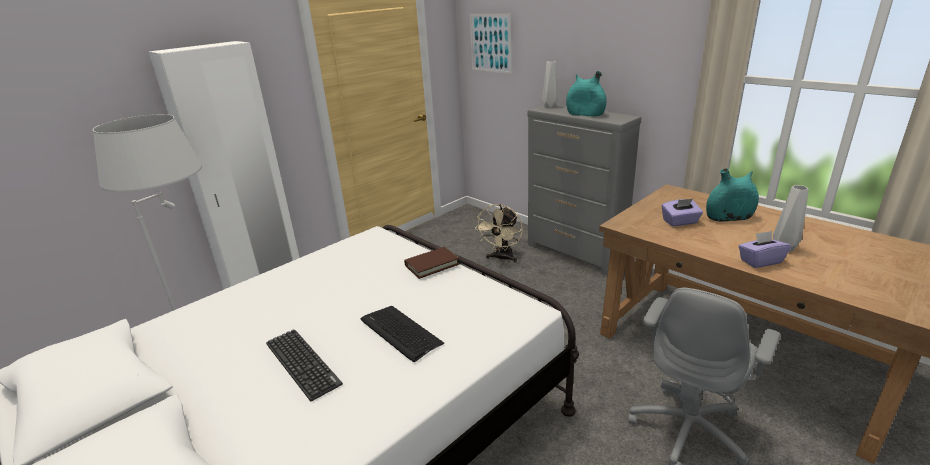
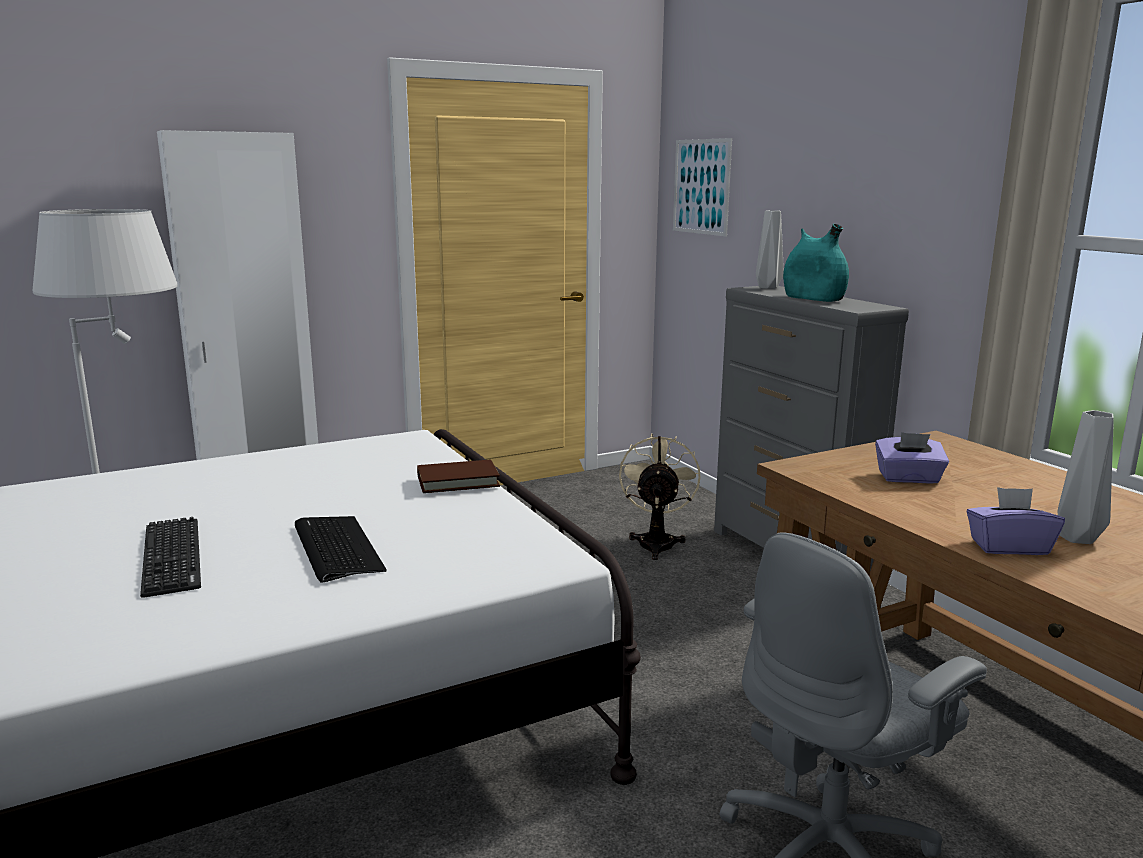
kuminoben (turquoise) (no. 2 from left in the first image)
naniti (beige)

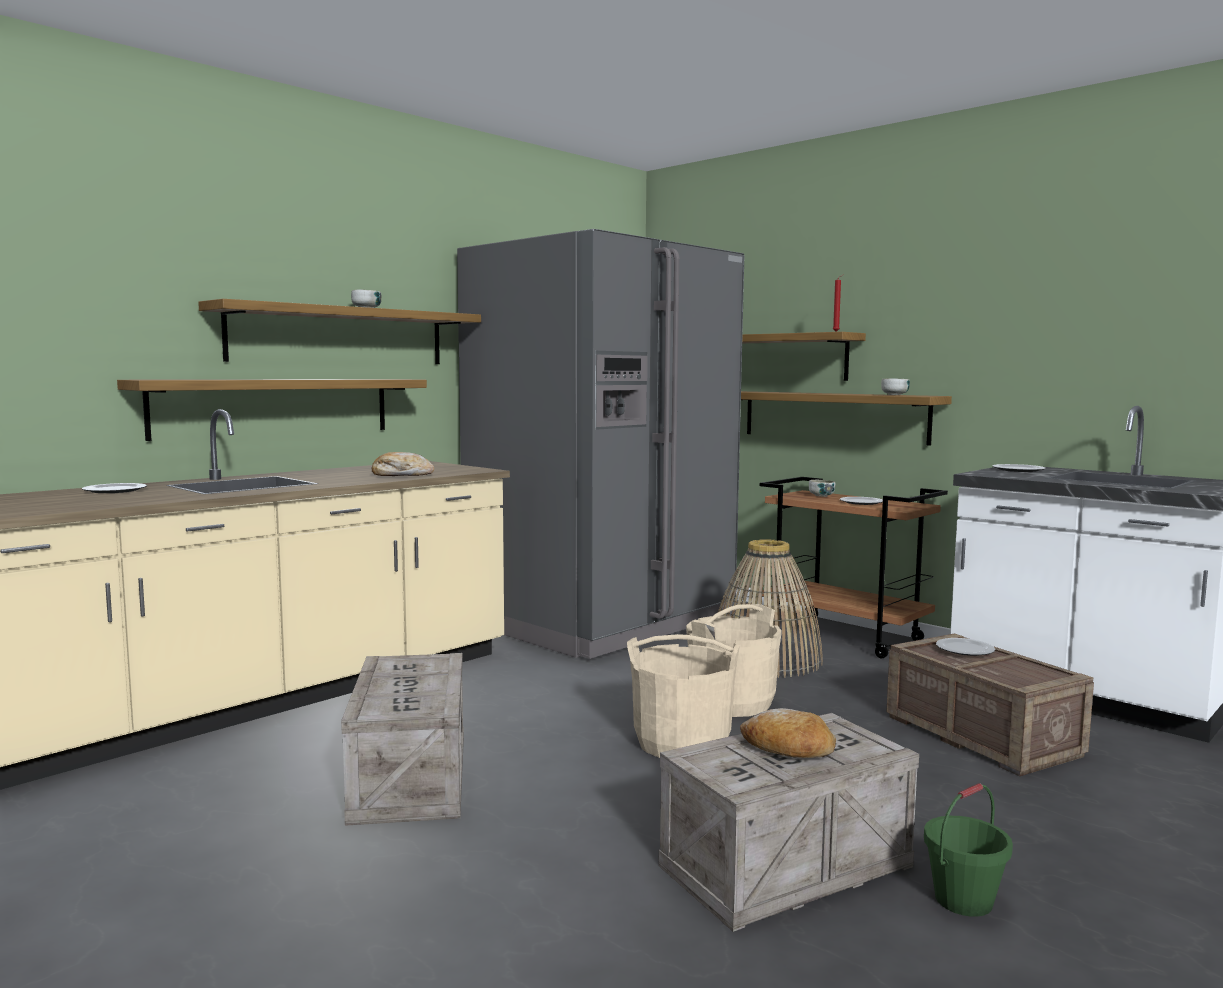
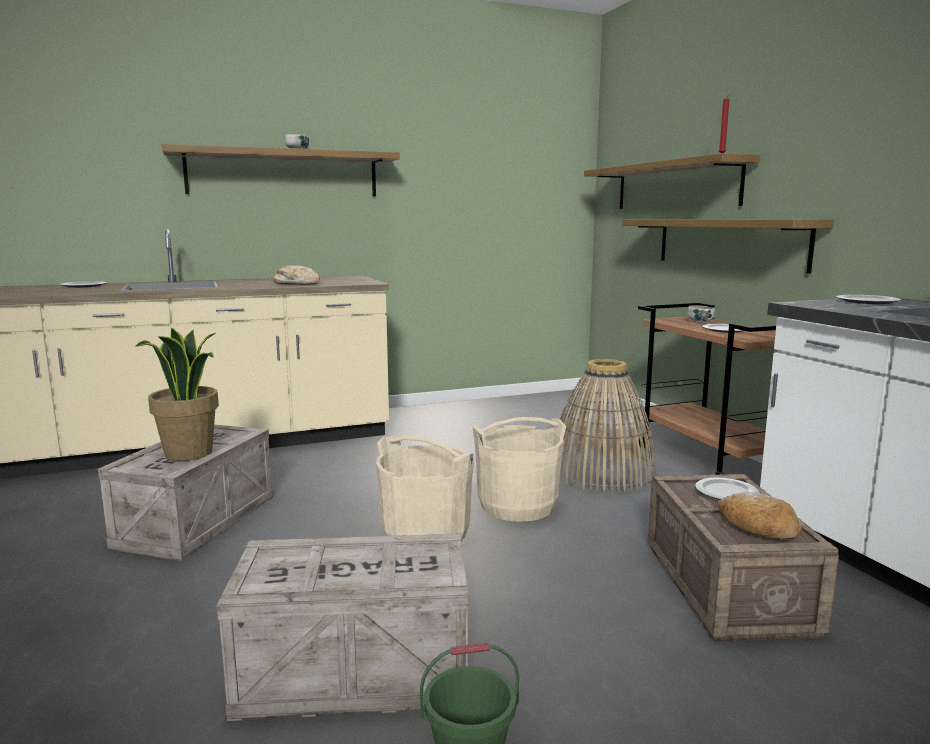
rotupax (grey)
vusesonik (no. 3 from left in the first image)
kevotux (no. 1 from left in the first image)
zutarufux (no. 2 from left)
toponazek

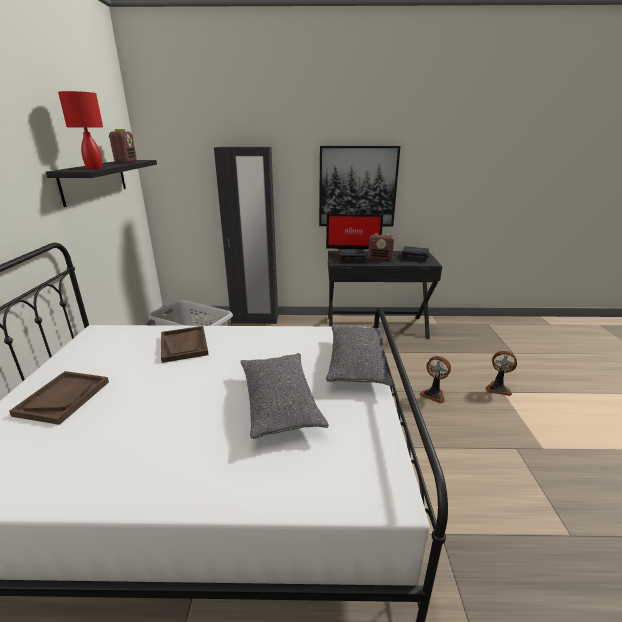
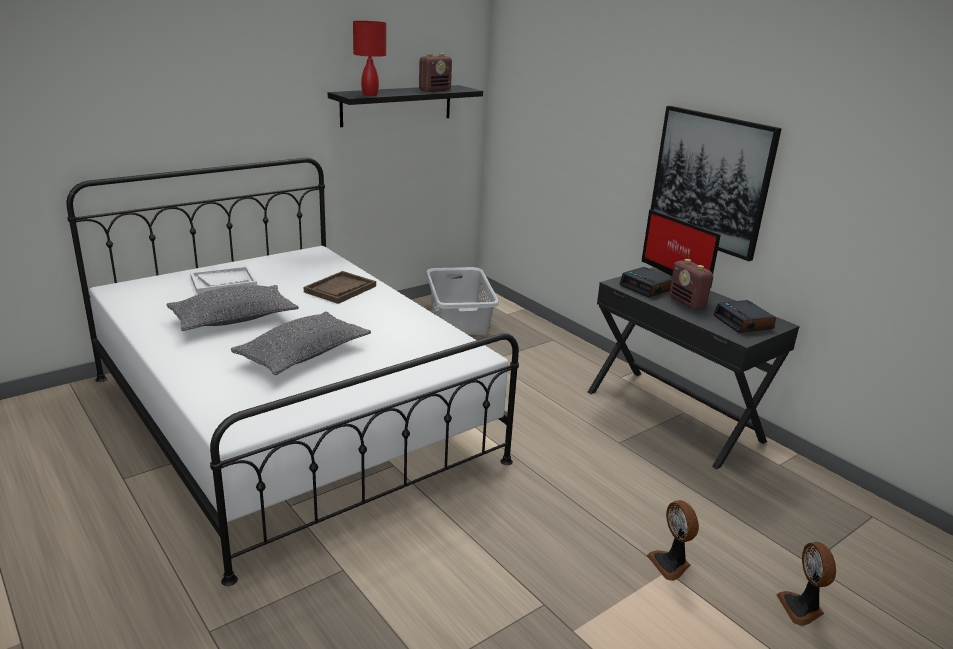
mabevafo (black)
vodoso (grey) (no. 1 from left)
naniti (no. 2 from left)
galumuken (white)

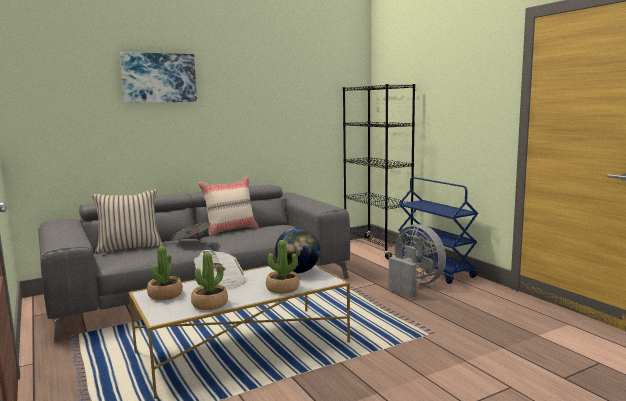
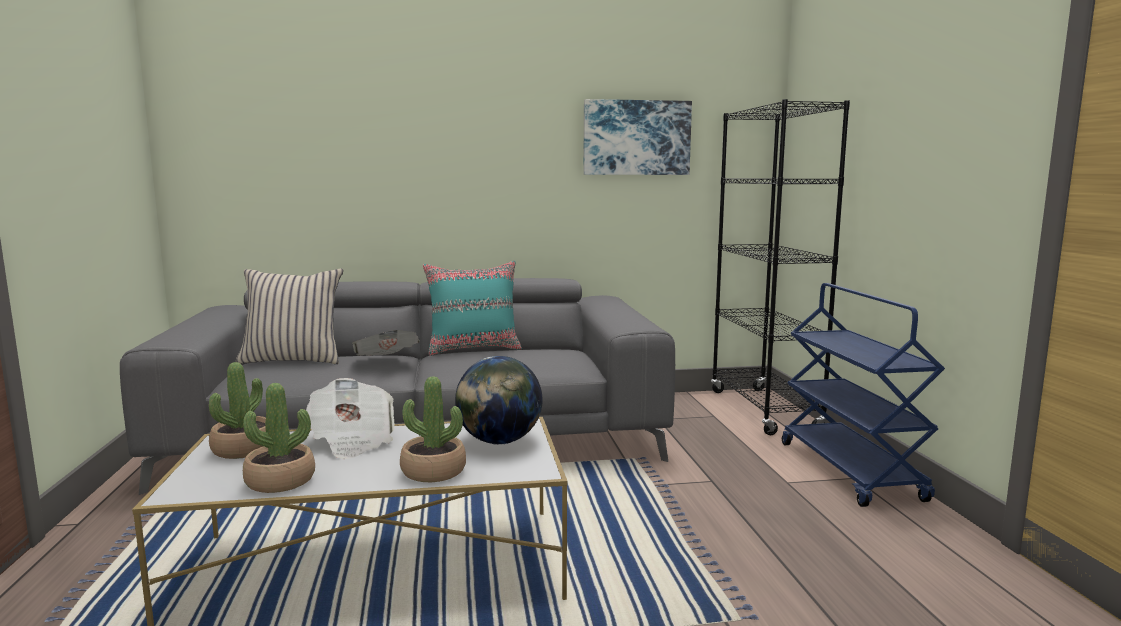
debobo
vodoso (turquoise)
naniti (grey)

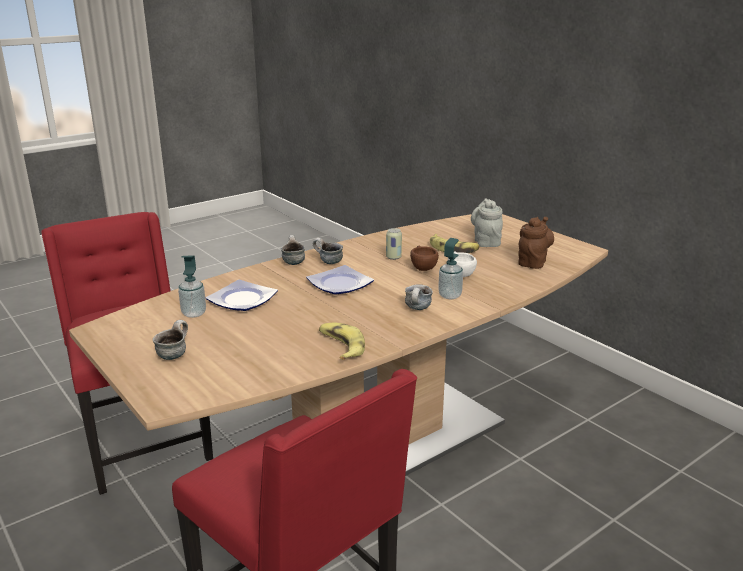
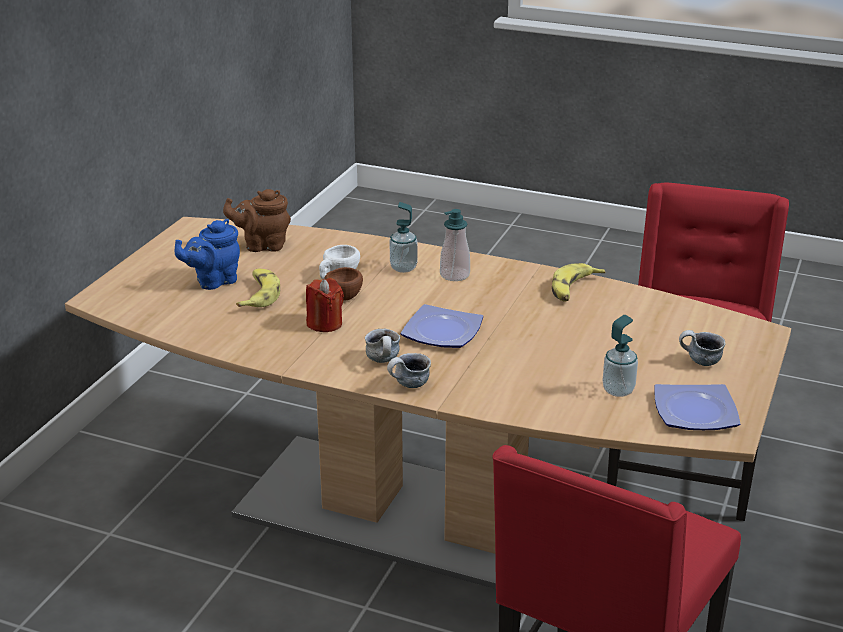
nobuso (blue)
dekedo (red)
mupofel (no. 2 from left)
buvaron (no. 2 from left)

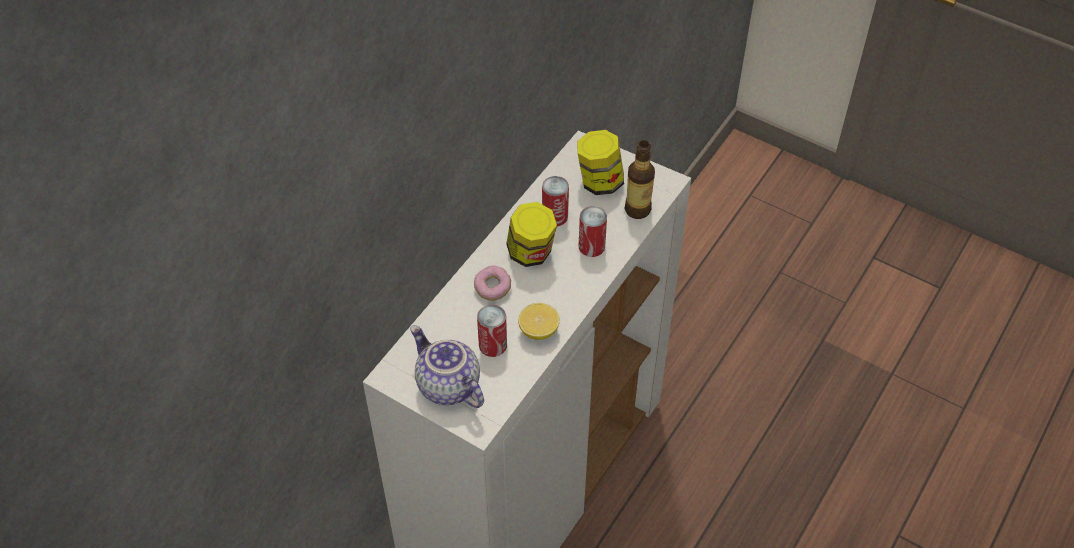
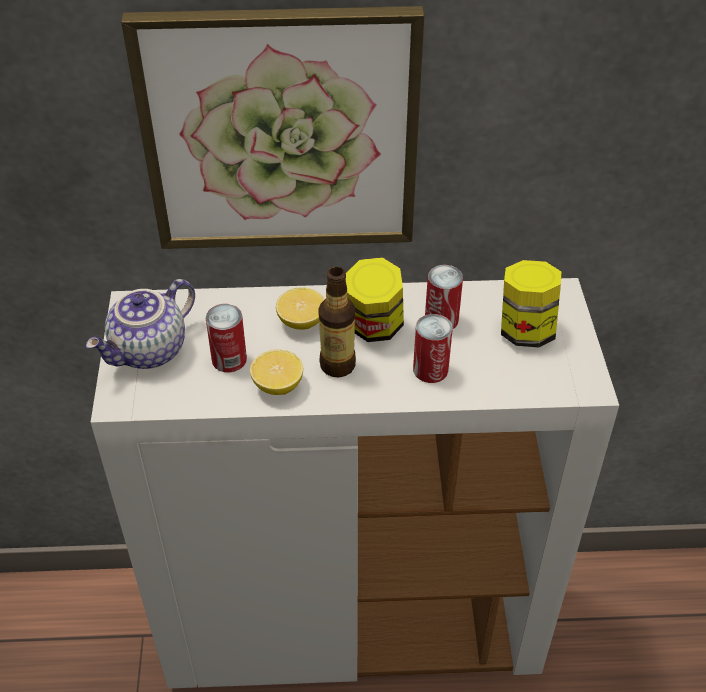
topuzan
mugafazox (no. 2 from left)
nobuso
debobo

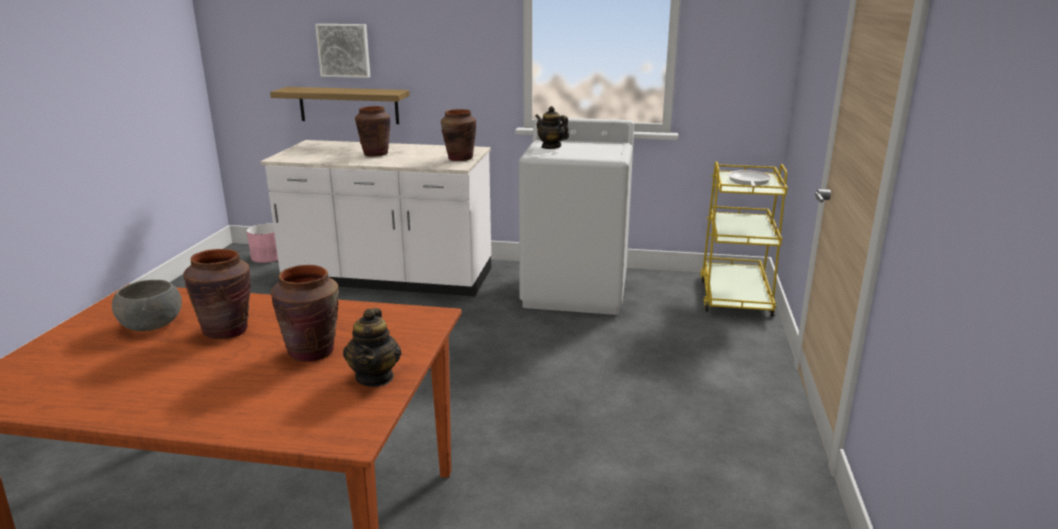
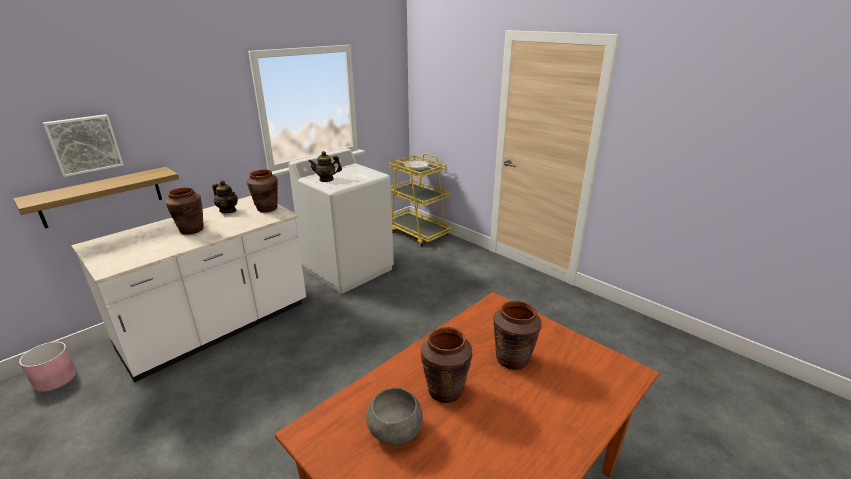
nobuso (no. 1 from left)

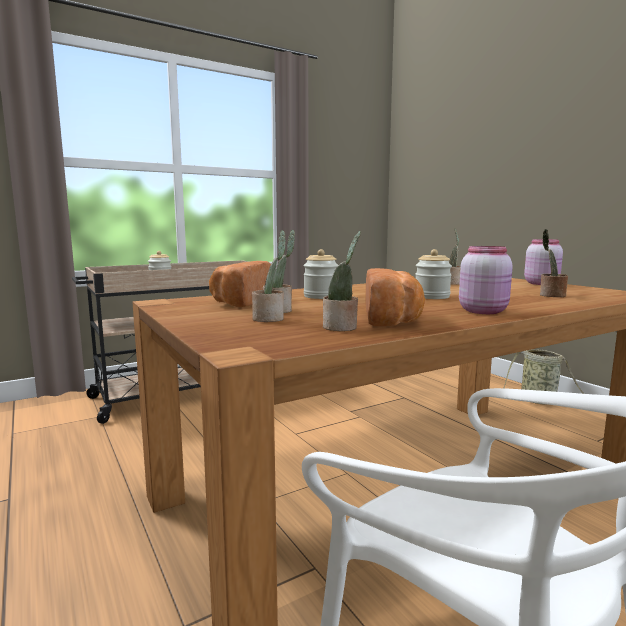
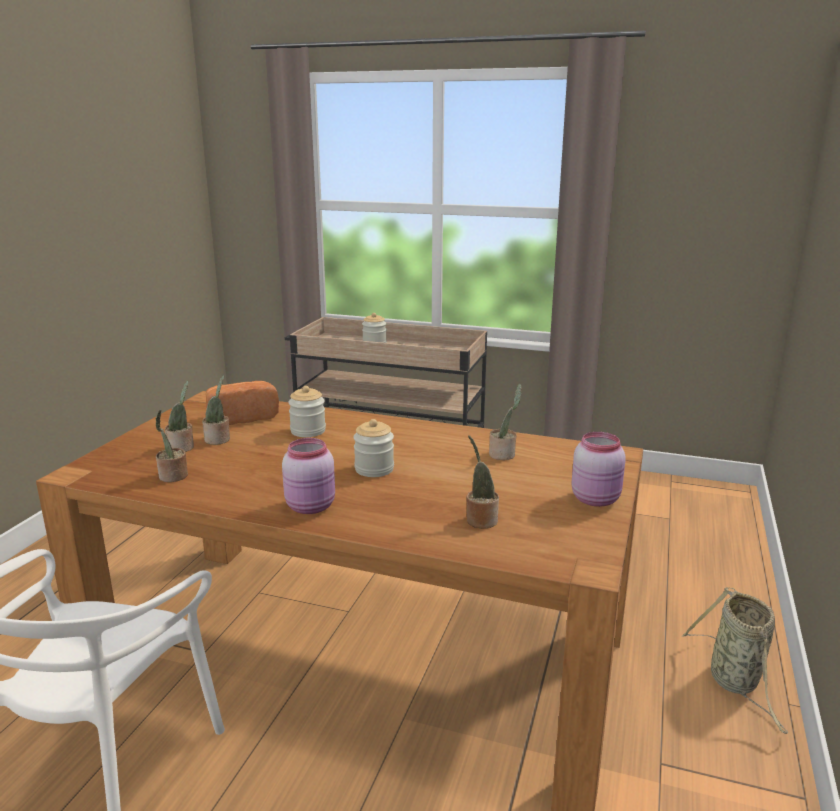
zutarufux (no. 2 from left in the first image)

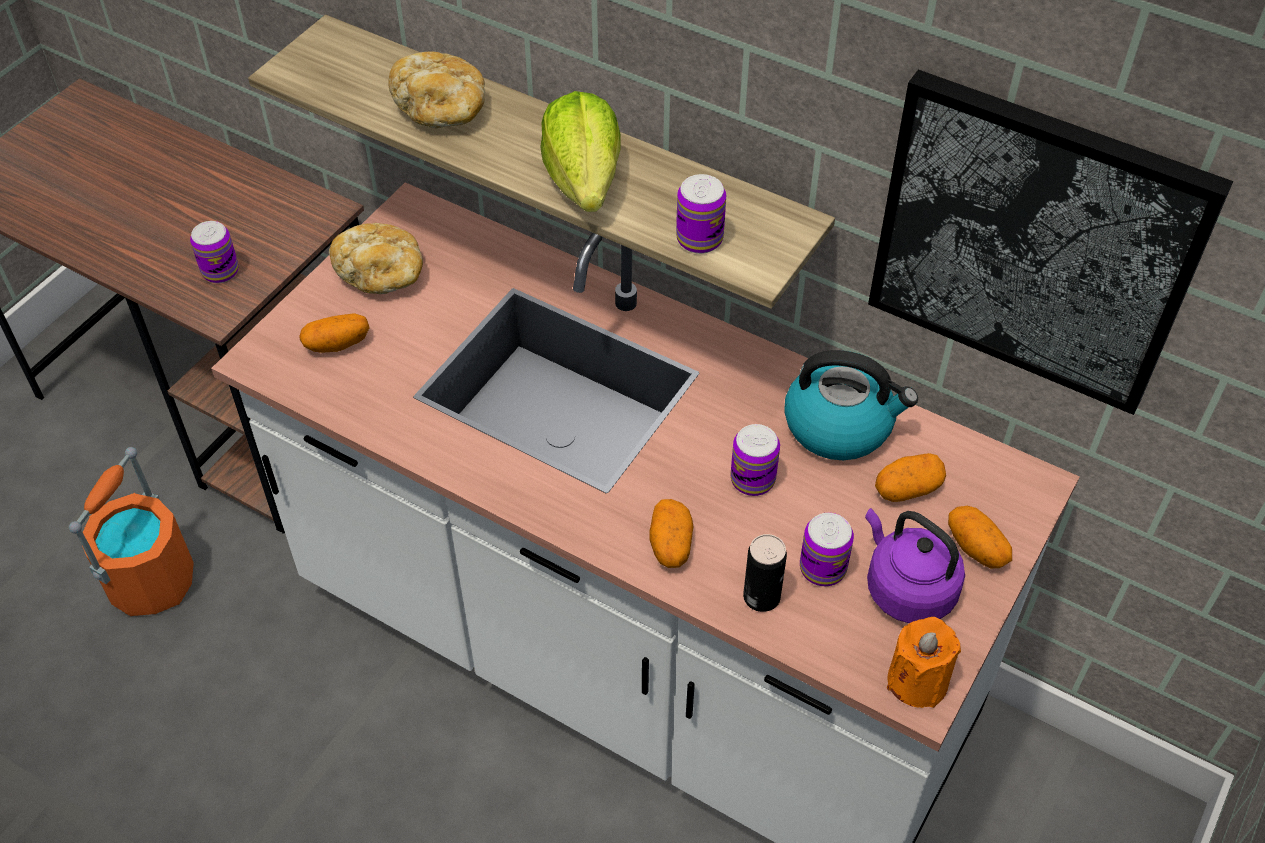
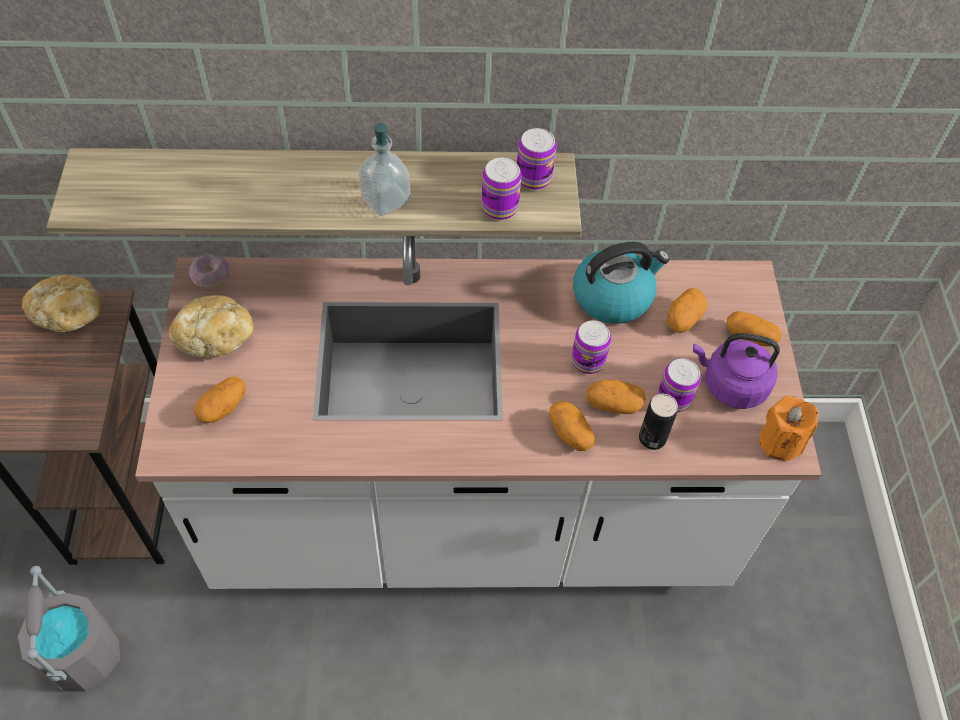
zutarufux (no. 1 from left)
debobo
buvaron
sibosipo (no. 2 from left)
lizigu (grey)
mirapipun
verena (no. 3 from left)

